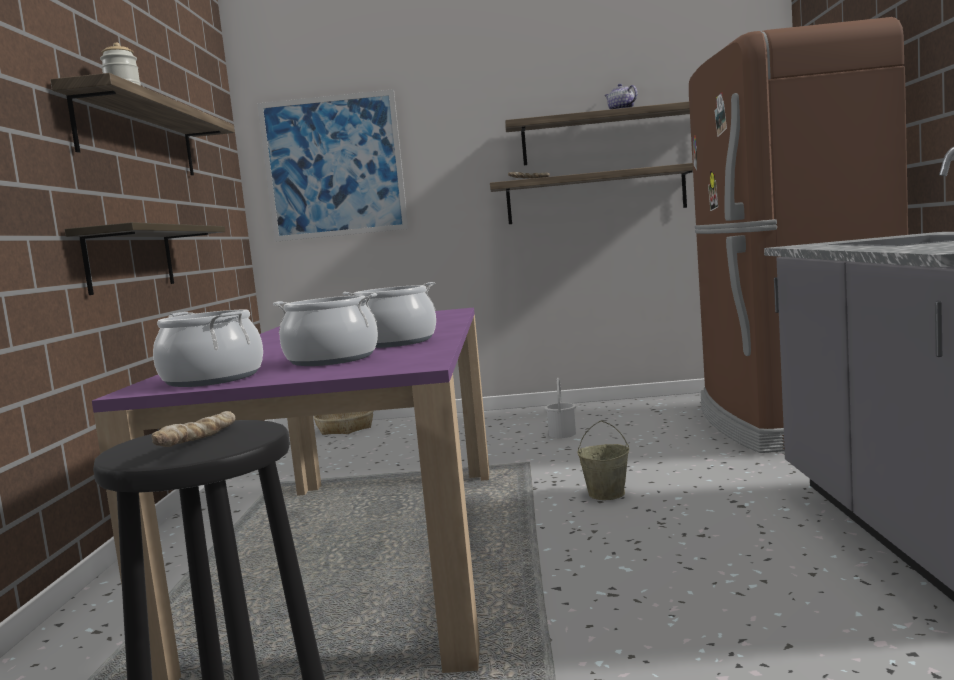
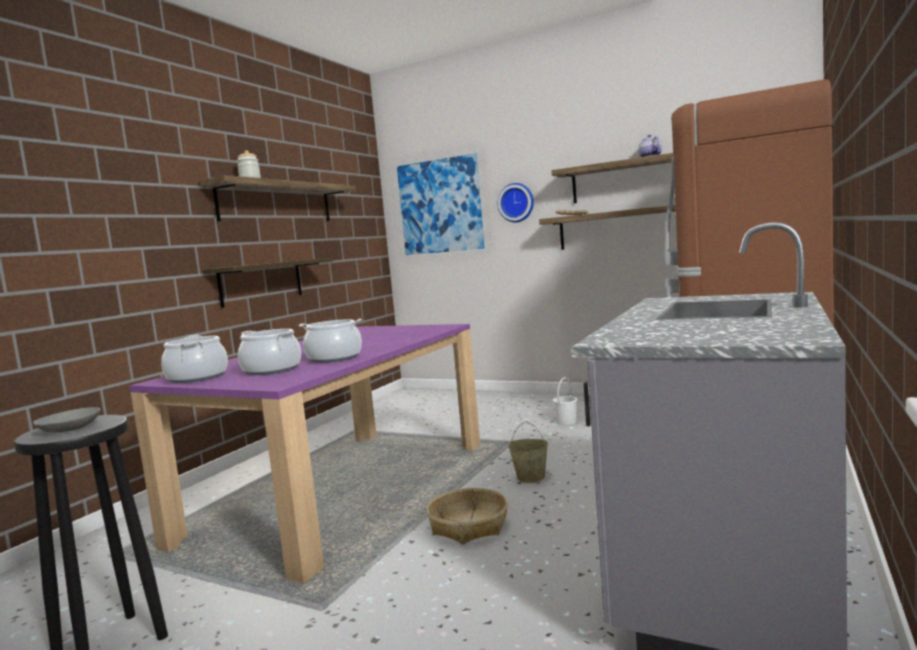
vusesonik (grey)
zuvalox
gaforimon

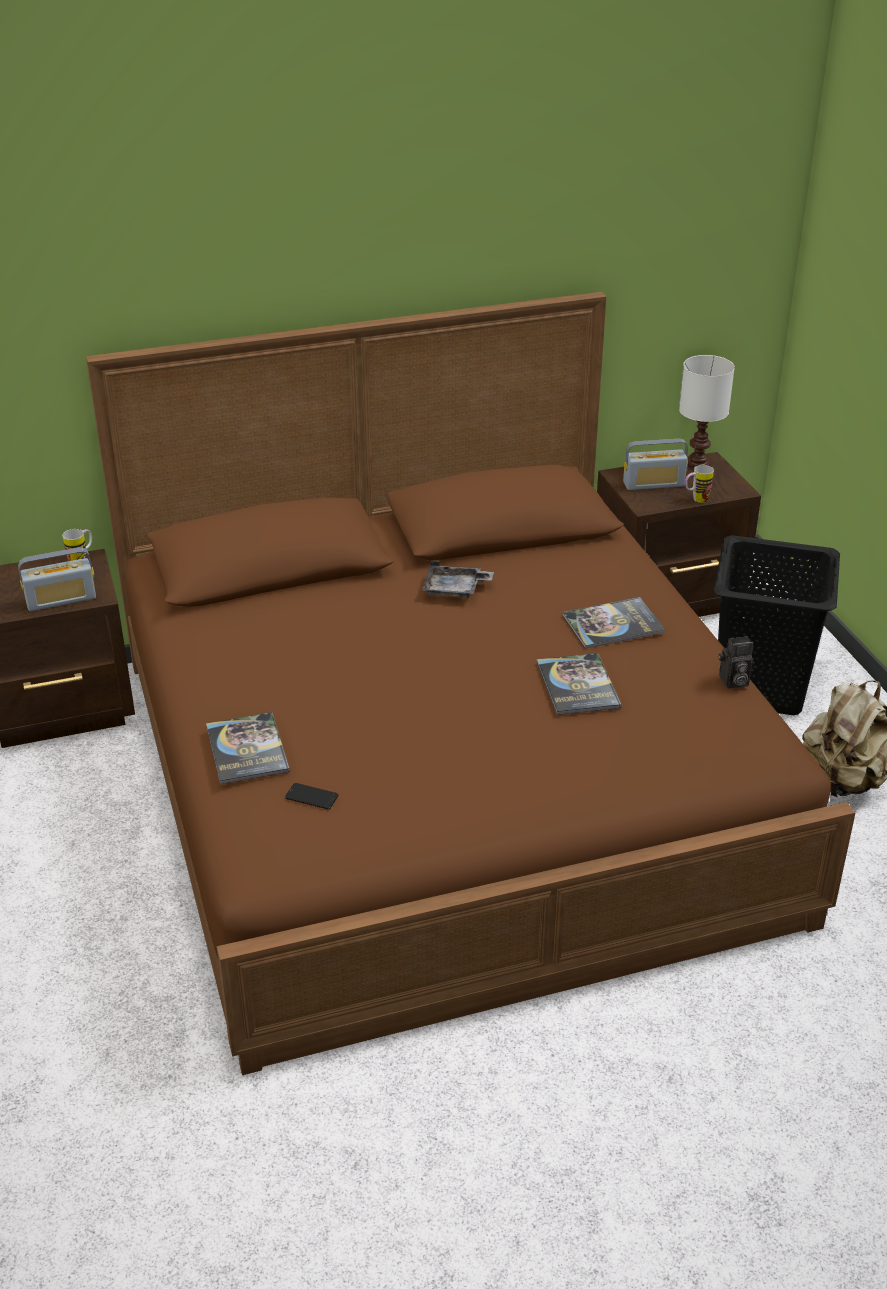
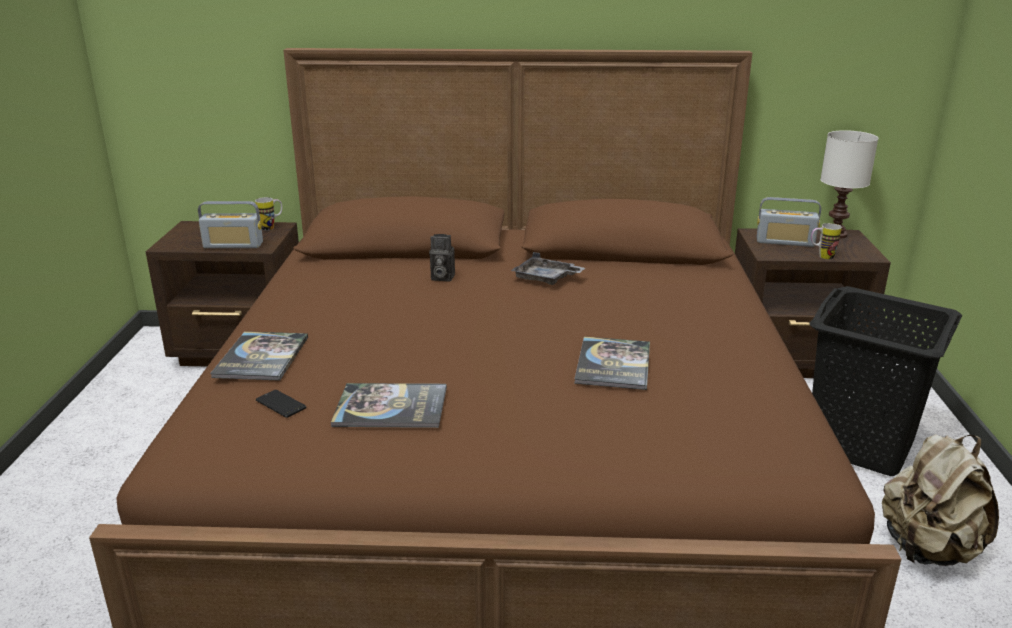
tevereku (no. 2 from left)
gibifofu

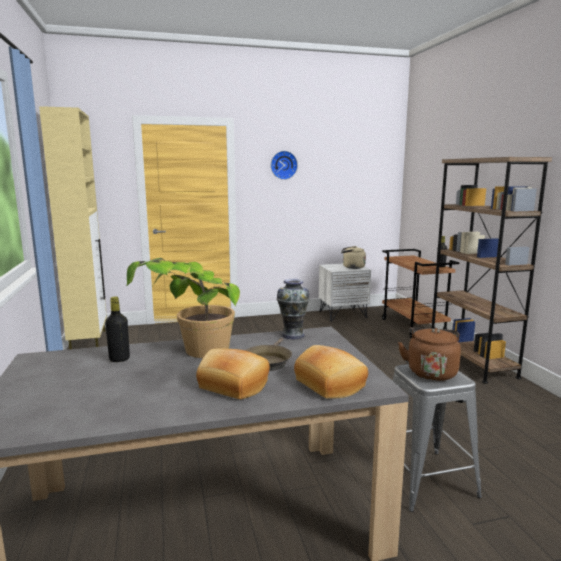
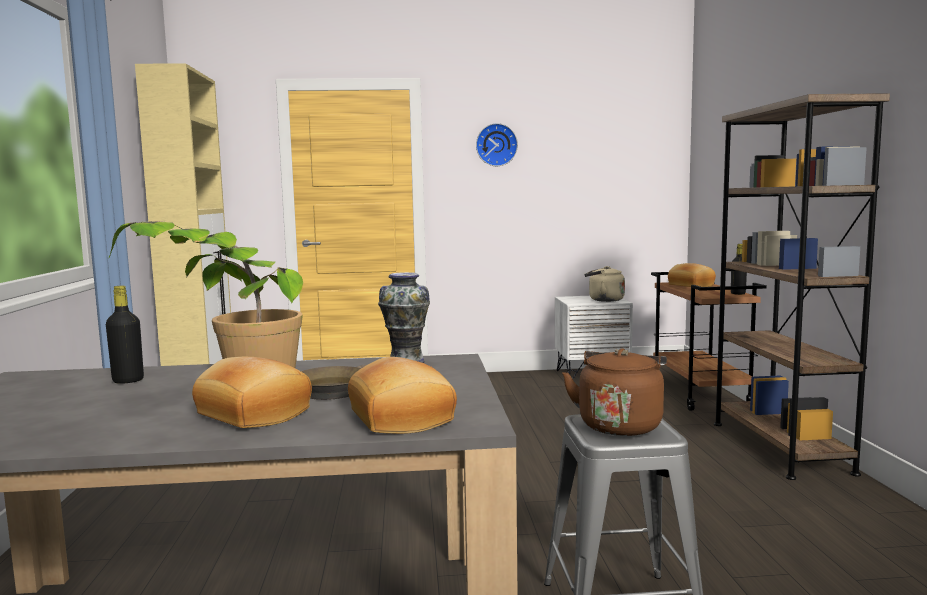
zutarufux (no. 3 from left)

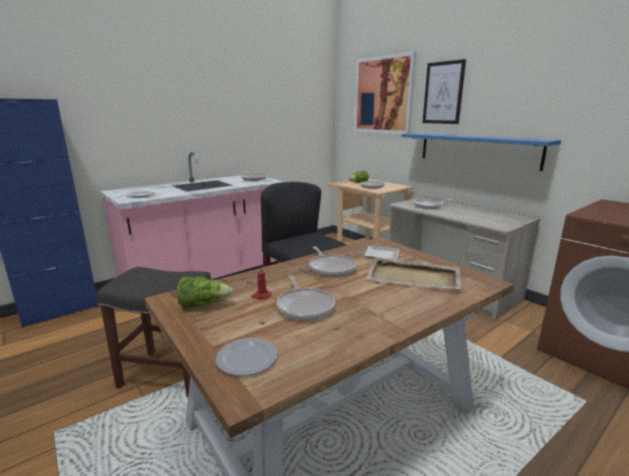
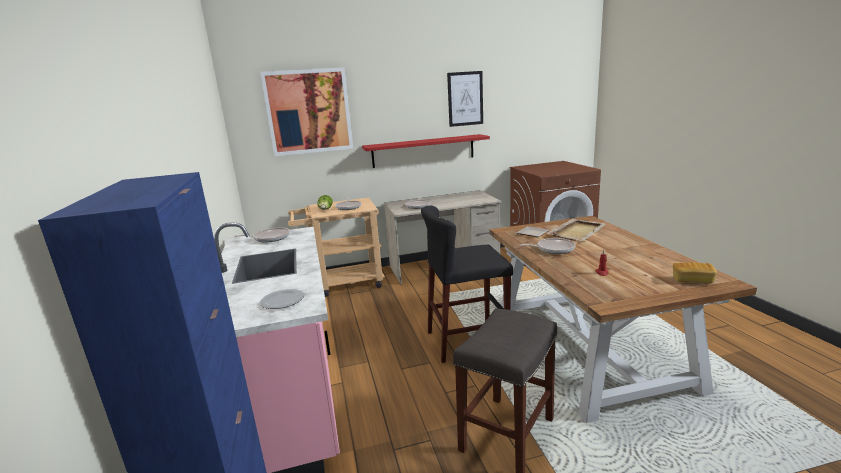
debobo (no. 2 from left)
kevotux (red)
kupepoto (no. 1 from left in the first image)
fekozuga (no. 2 from left in the first image)
zutarufux

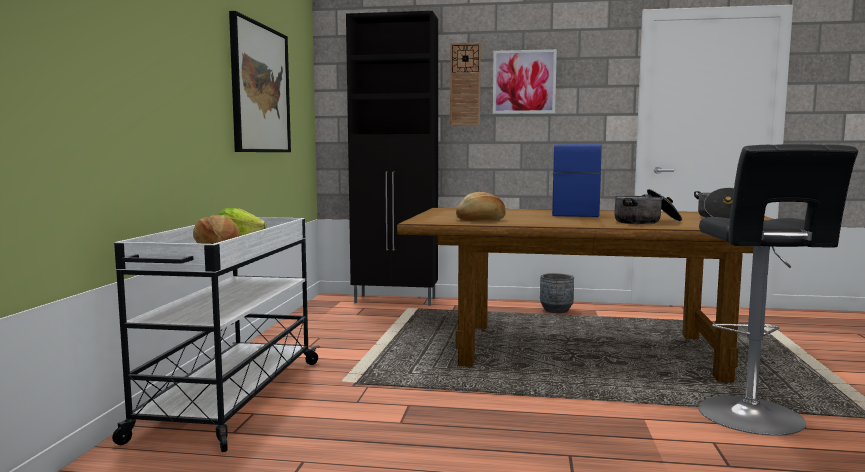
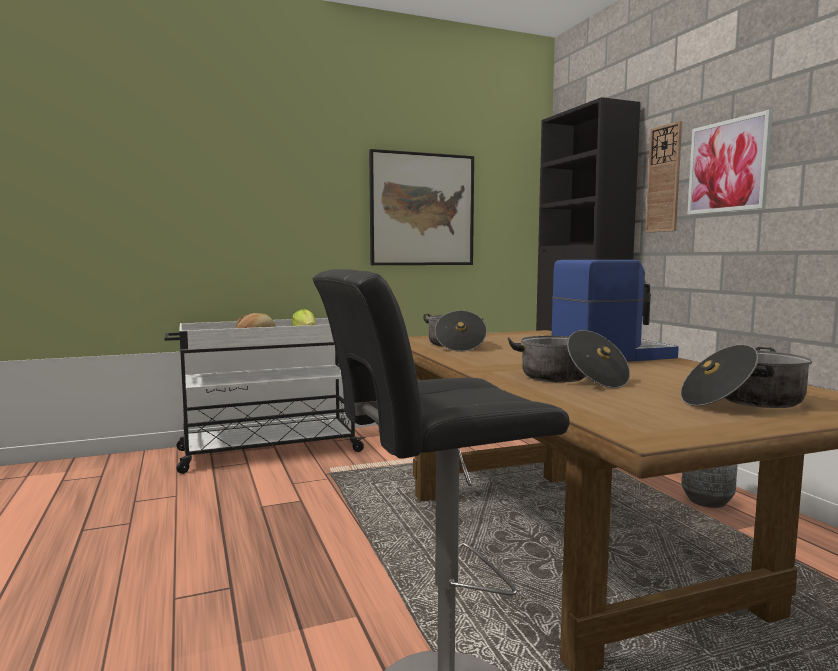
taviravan (no. 1 from left)

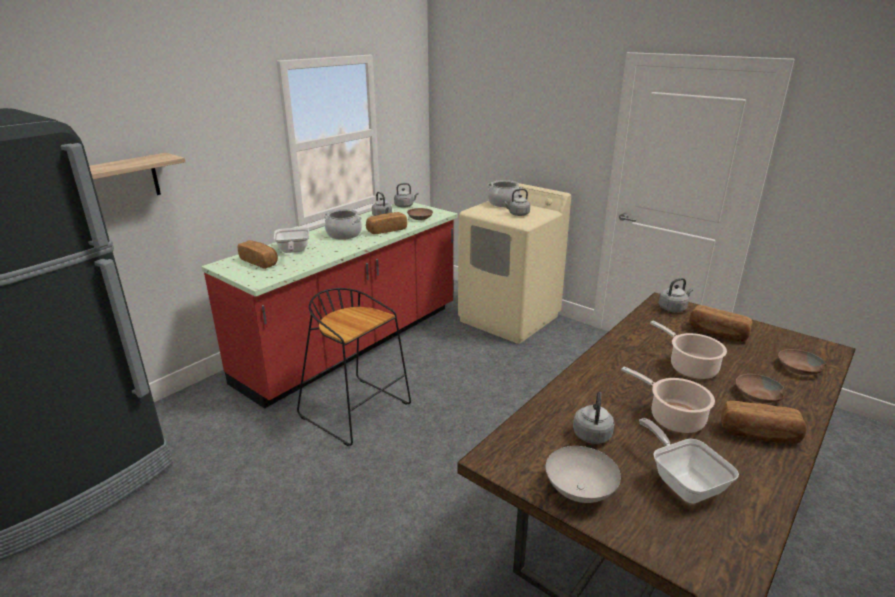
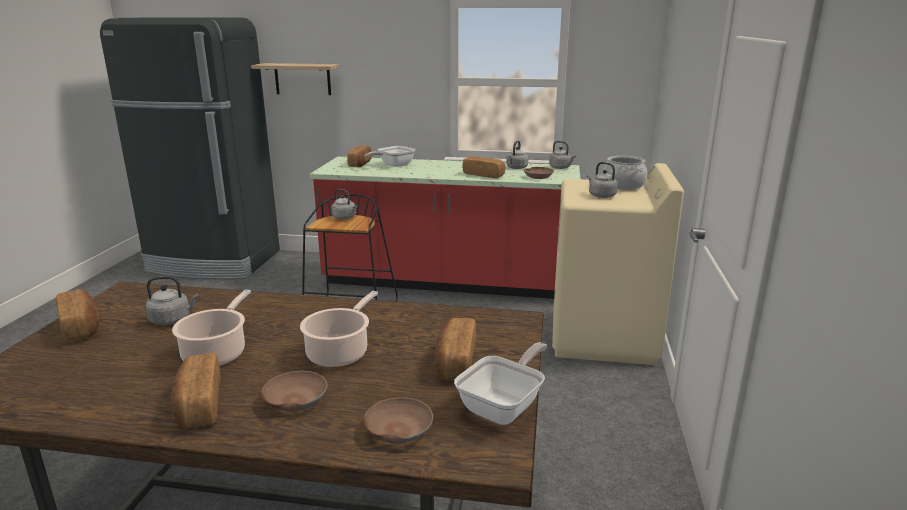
taviravan (no. 1 from left in the first image)
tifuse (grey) (no. 2 from left)
fekozuga (no. 2 from left)
zutarufux (no. 1 from left)

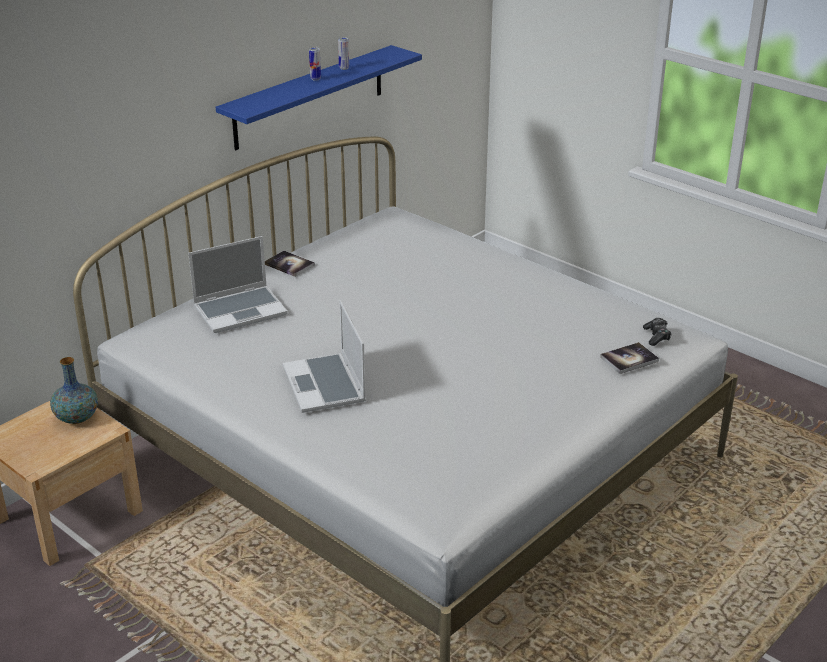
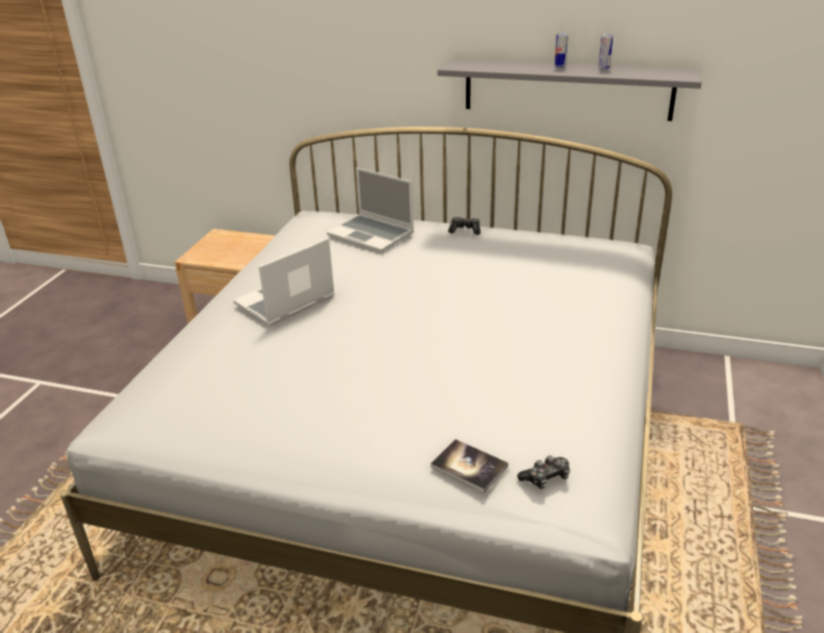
kevotux (grey)
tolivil (no. 1 from left)
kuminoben

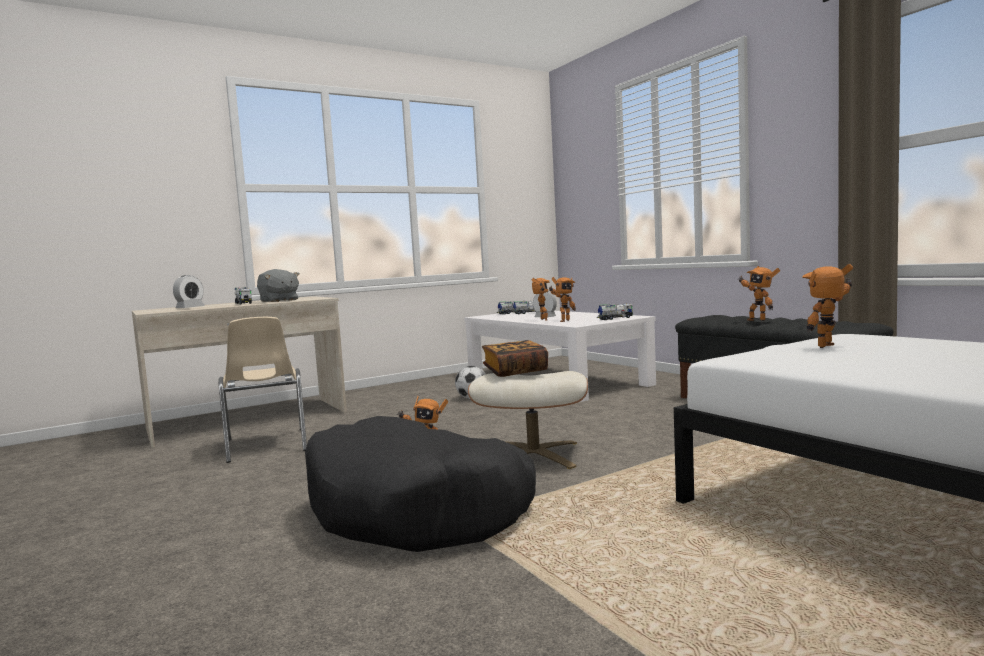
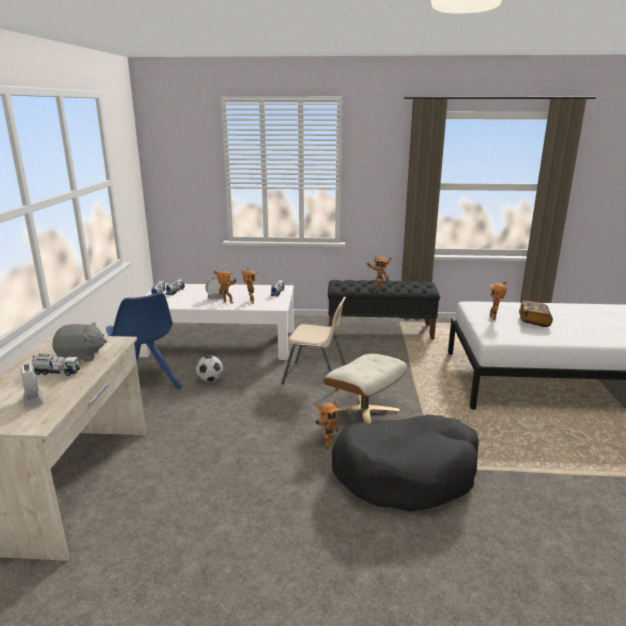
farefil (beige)
tevereku
farefil (blue)

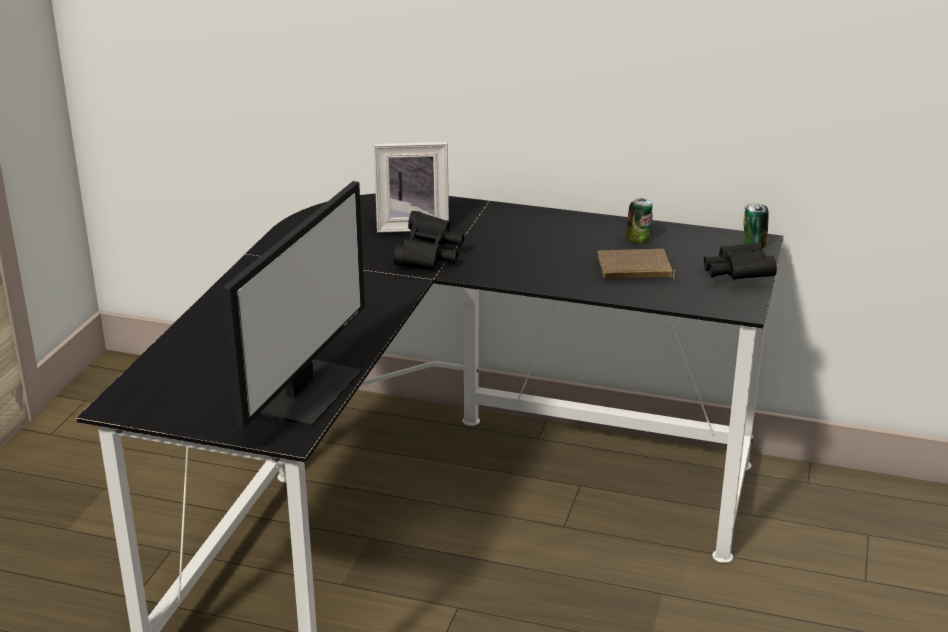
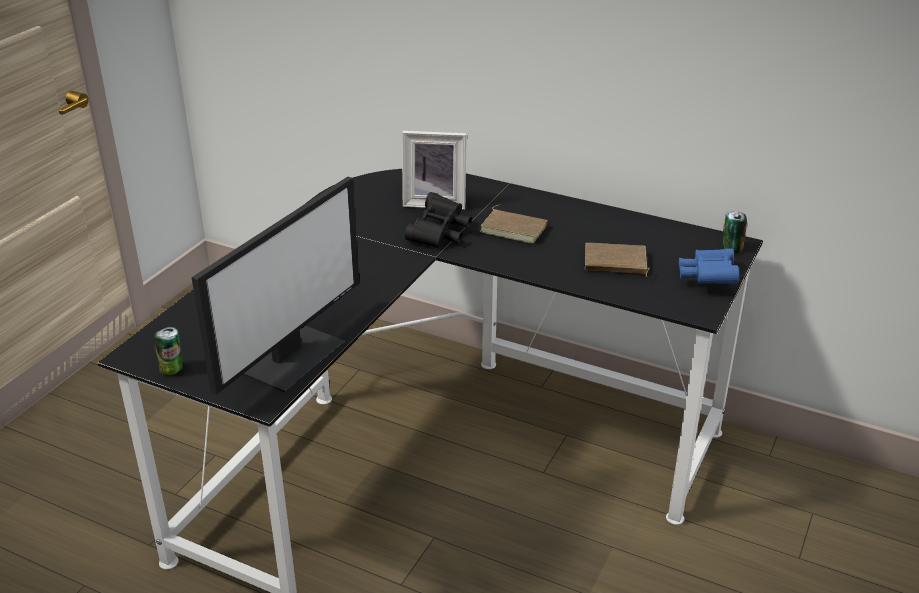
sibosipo (no. 1 from left)
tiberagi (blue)
tevereku (brown) (no. 1 from left)

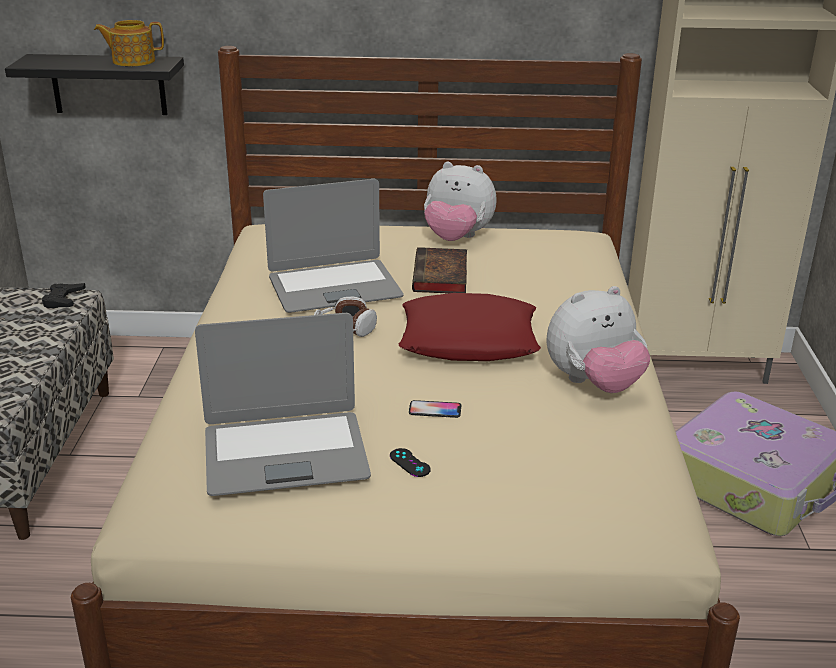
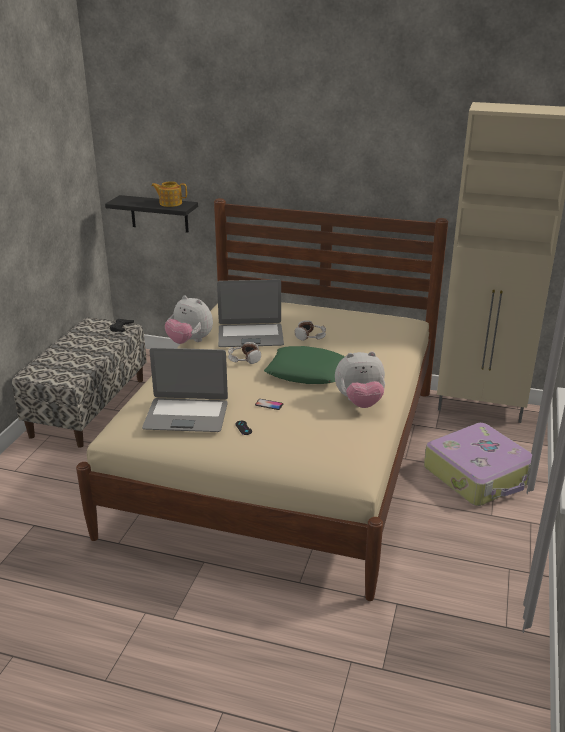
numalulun (no. 1 from left)
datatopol (no. 2 from left)
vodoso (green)

